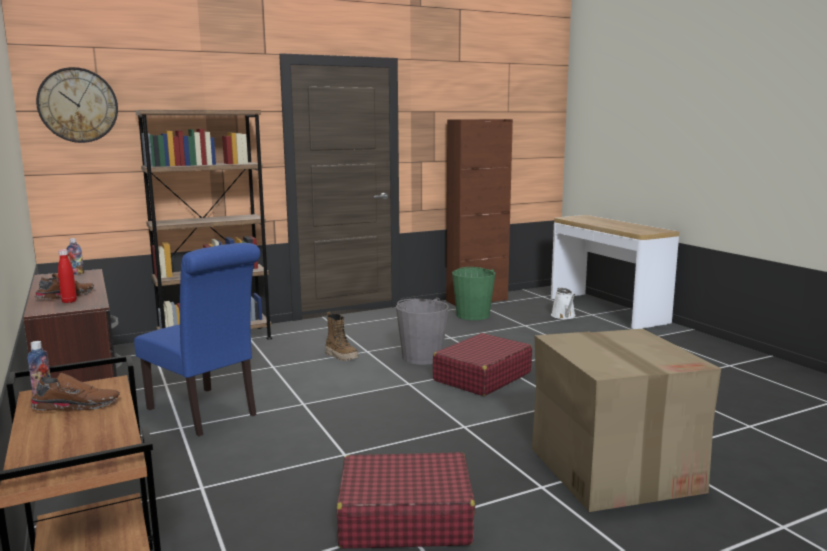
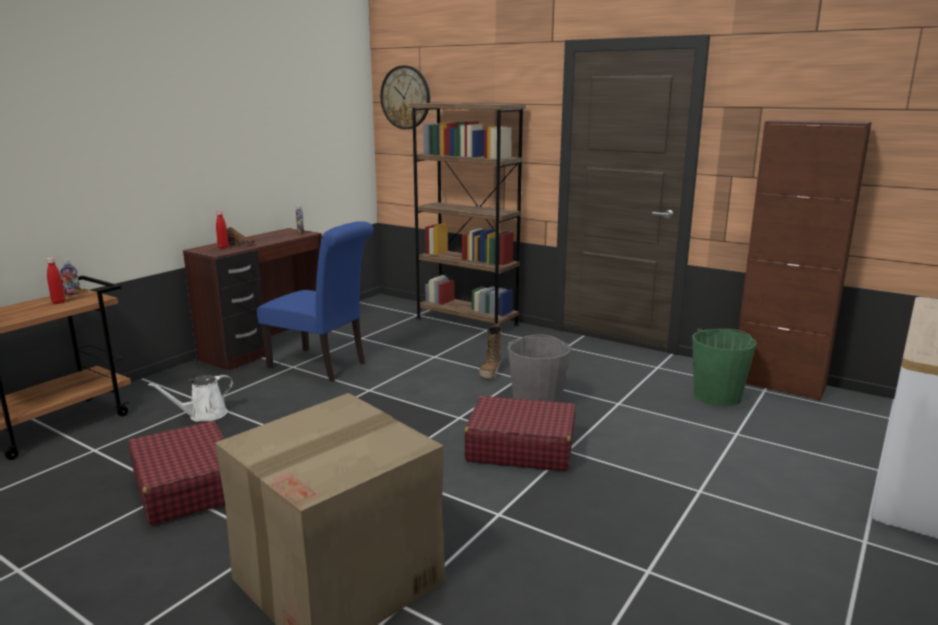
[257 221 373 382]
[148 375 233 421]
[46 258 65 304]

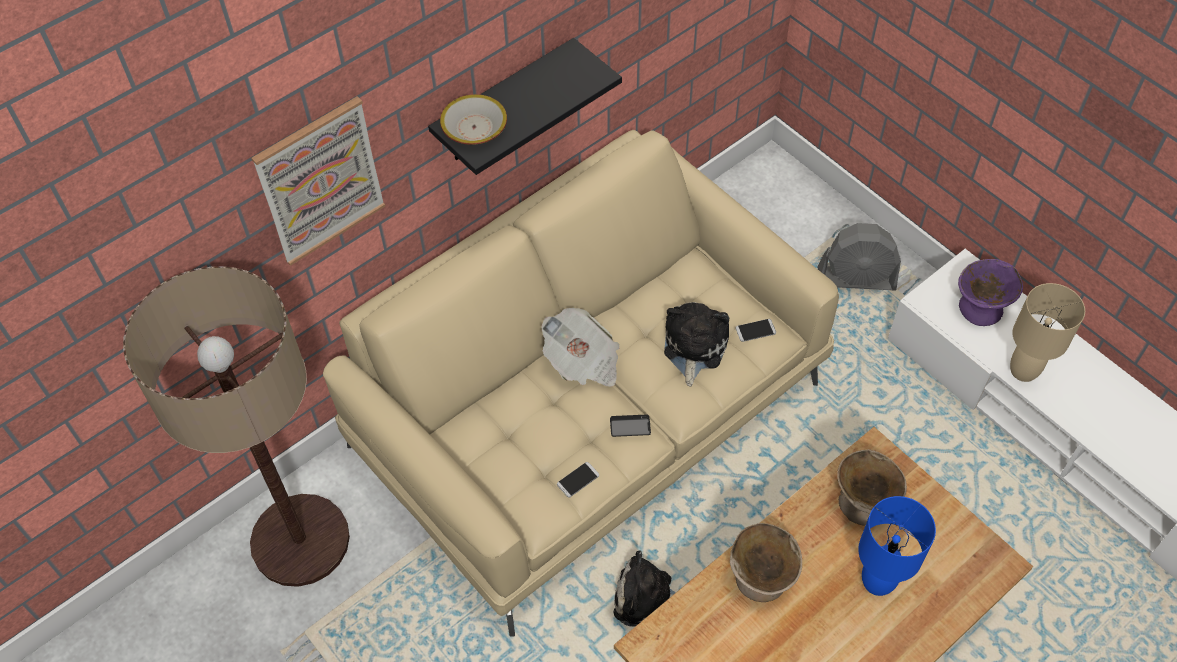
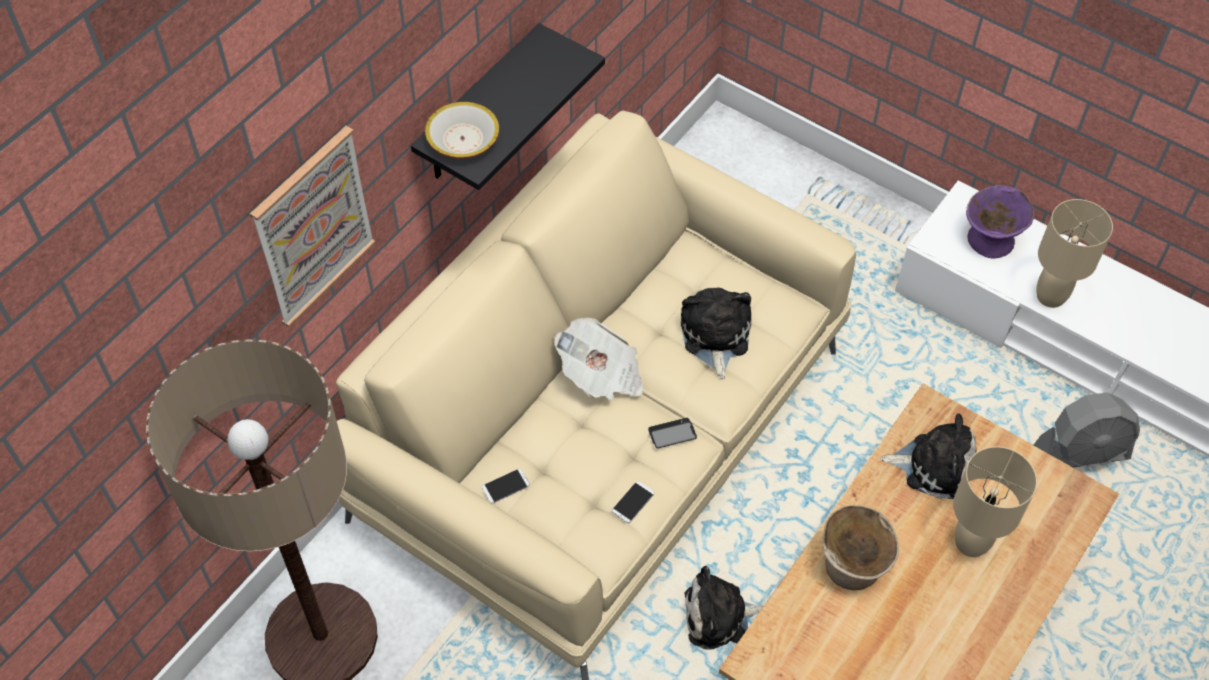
[1034 392 1140 467]
[482 469 530 503]
[880 413 976 499]
[953 446 1037 557]

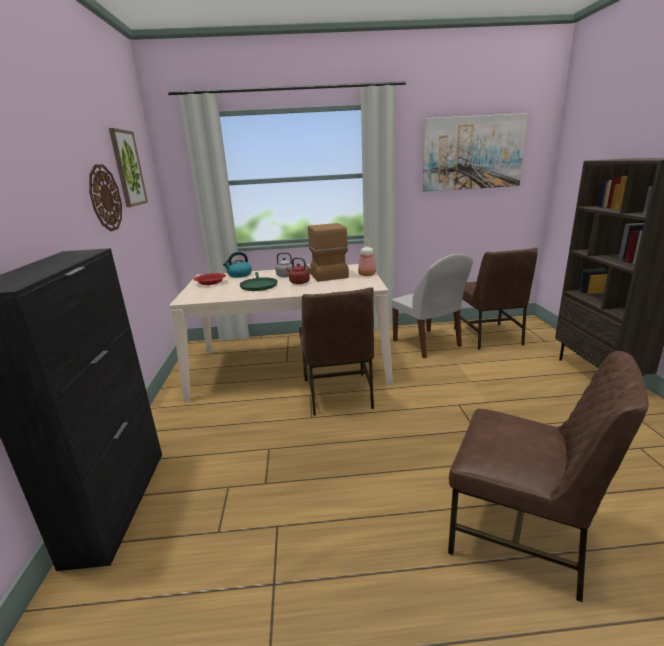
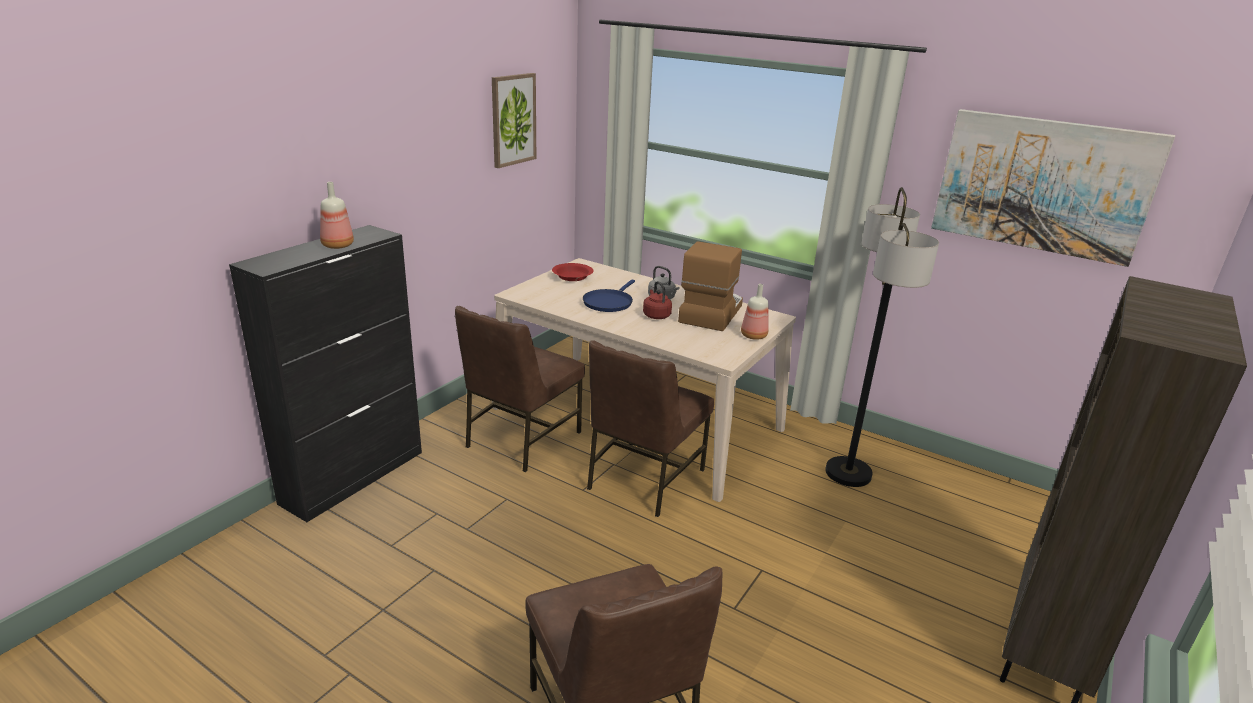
[89 164 122 231] (first image)
[455 306 585 472]
[223 252 252 278] (first image)
[826 187 939 487]
[583 280 635 312]
[320 182 354 249]

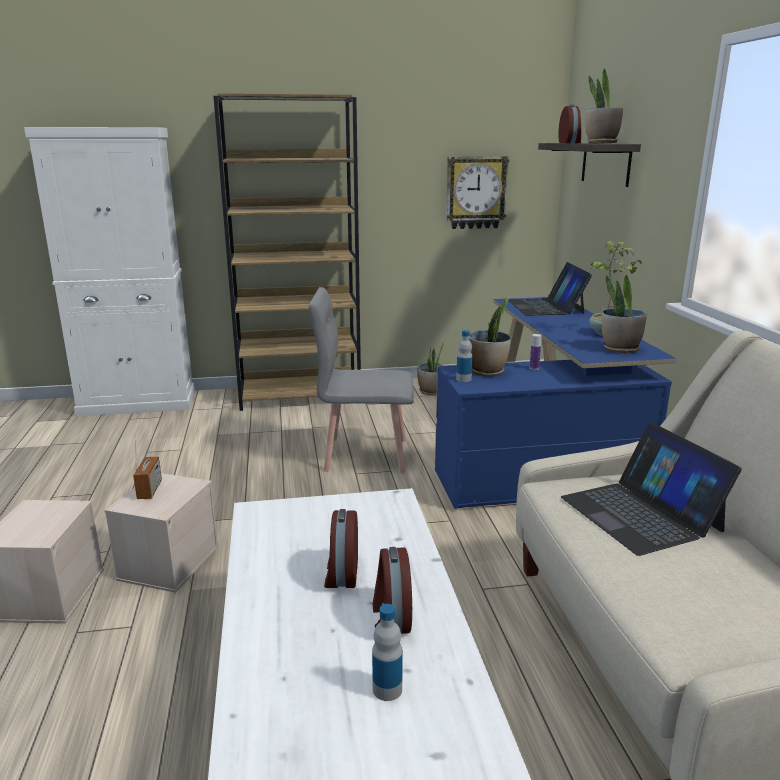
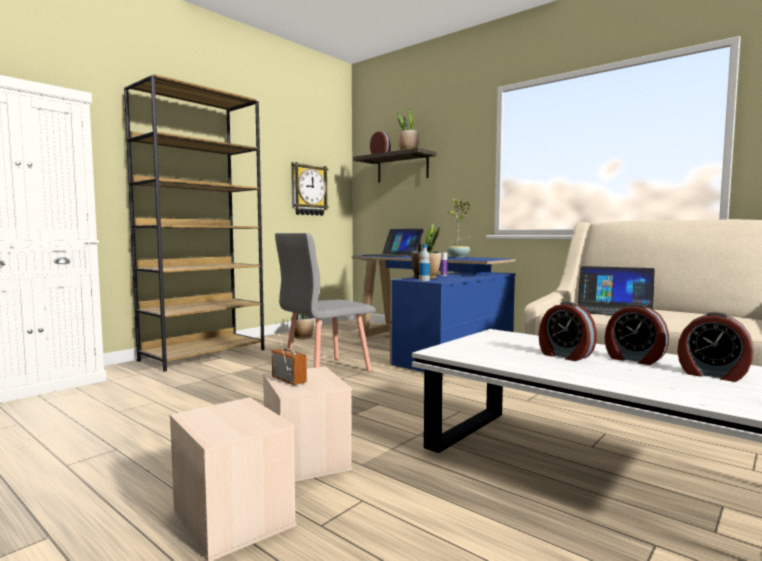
[602 274 647 353] (first image)
[677 312 754 382]

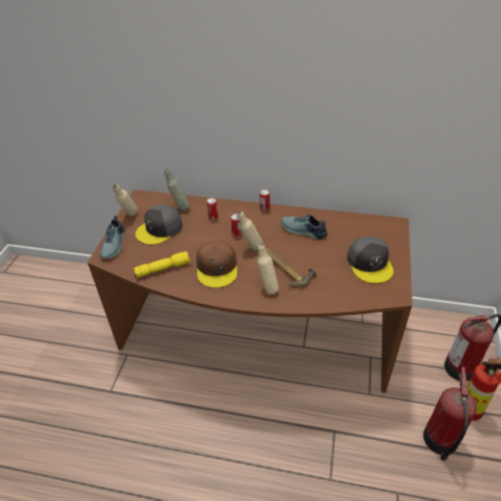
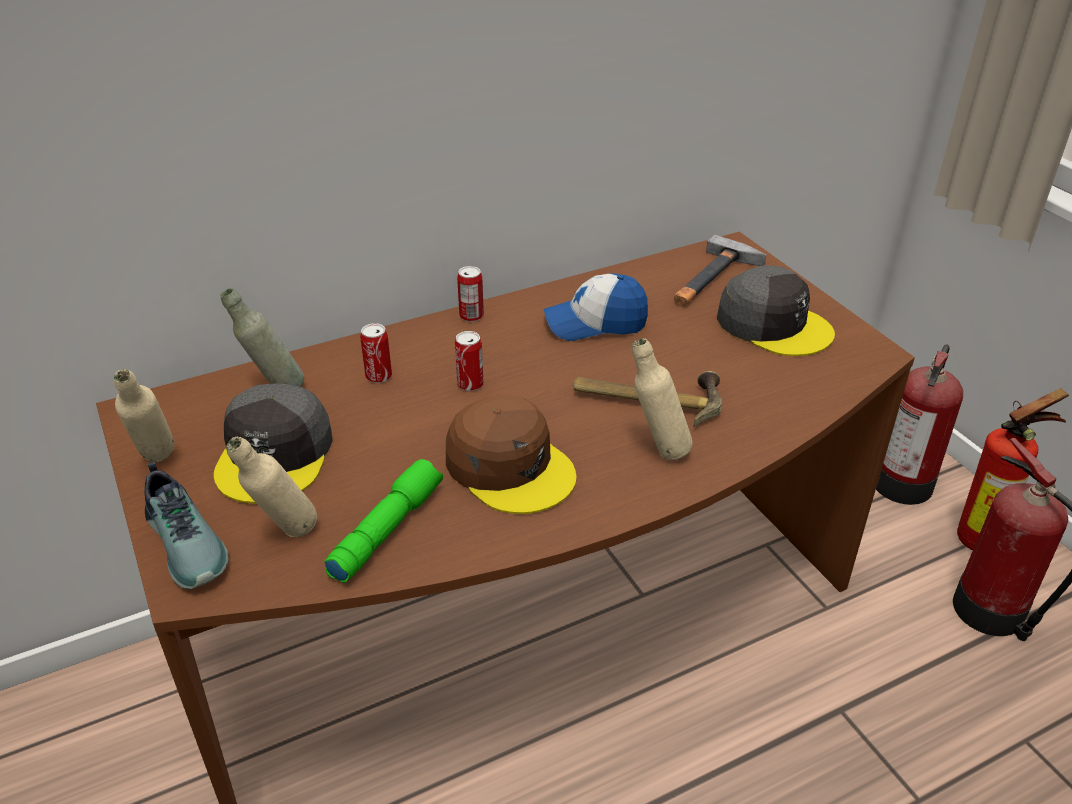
[226 437 317 537]
[544 273 648 341]
[324 459 443 583]
[674 235 766 305]

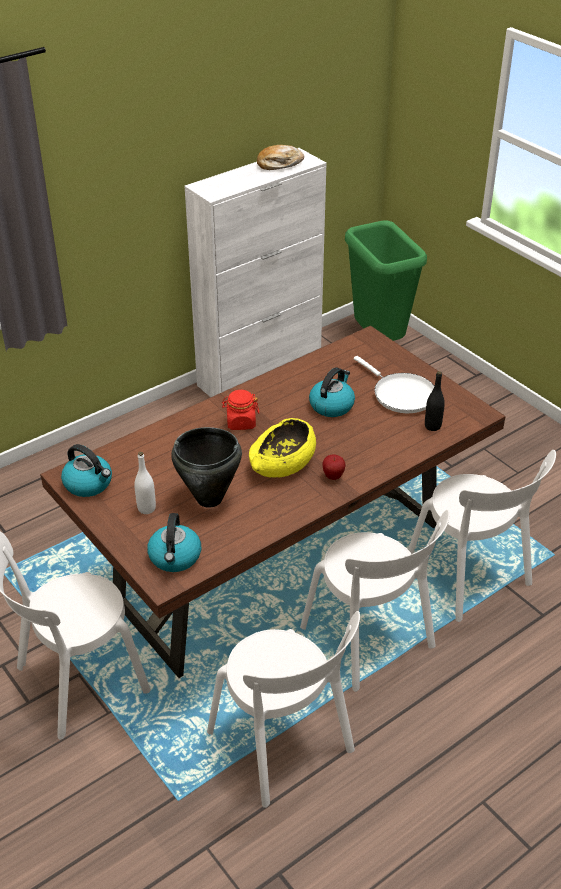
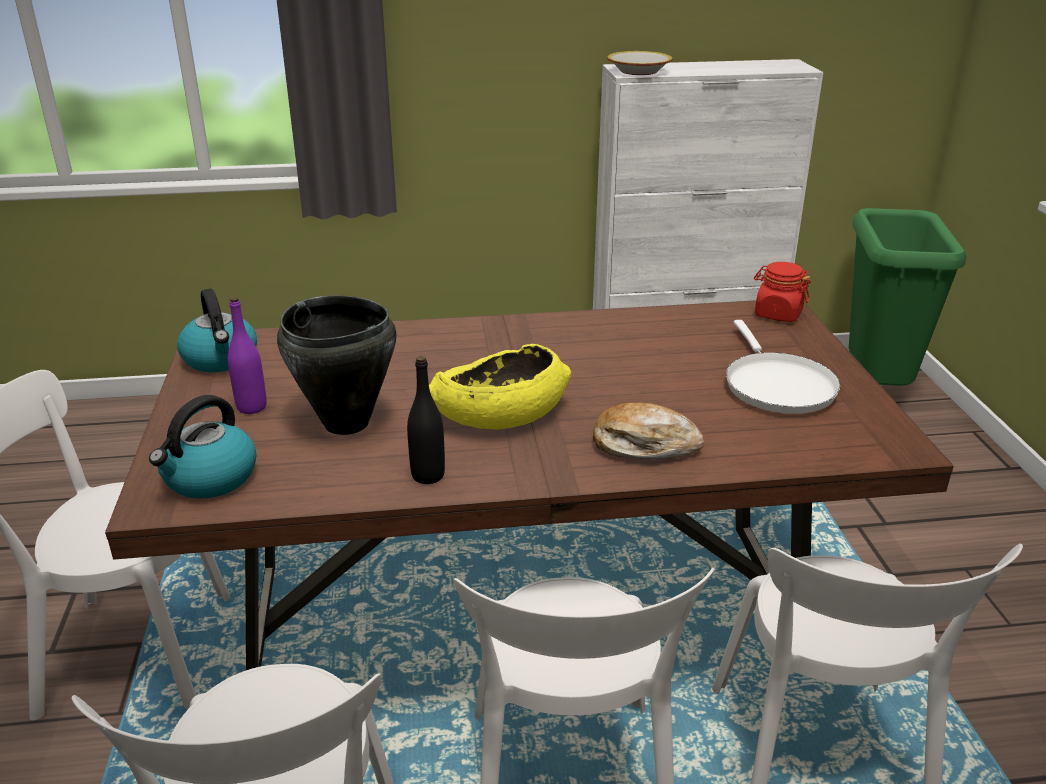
[593 403 704 459]
[309 367 355 417] (first image)
[407 356 445 484]
[754 262 811 322]
[228 297 267 414]
[322 454 345 480] (first image)
[607 51 673 75]

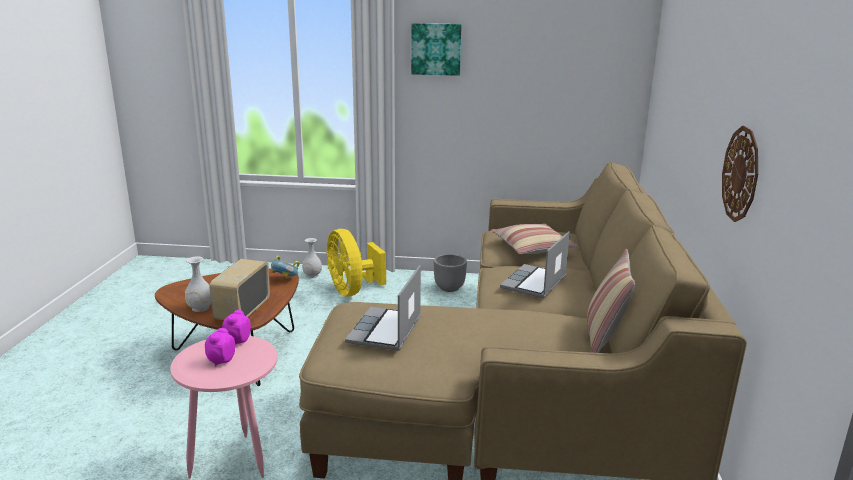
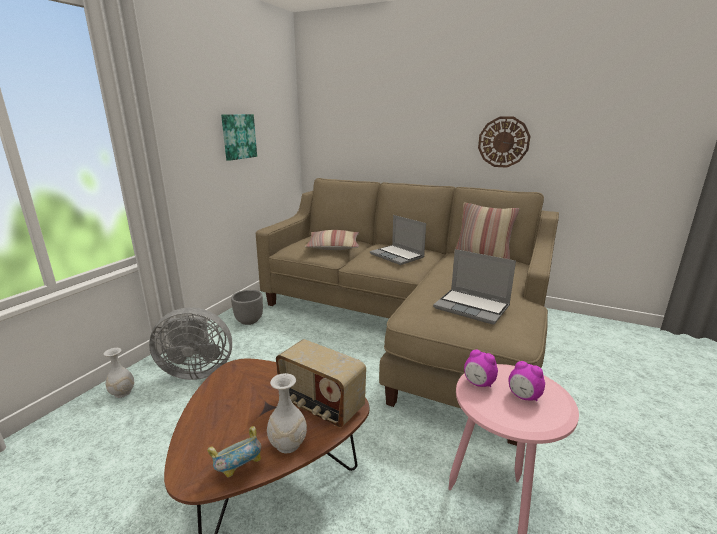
[221 114 257 161]
[149 307 232 380]
[208 426 261 477]

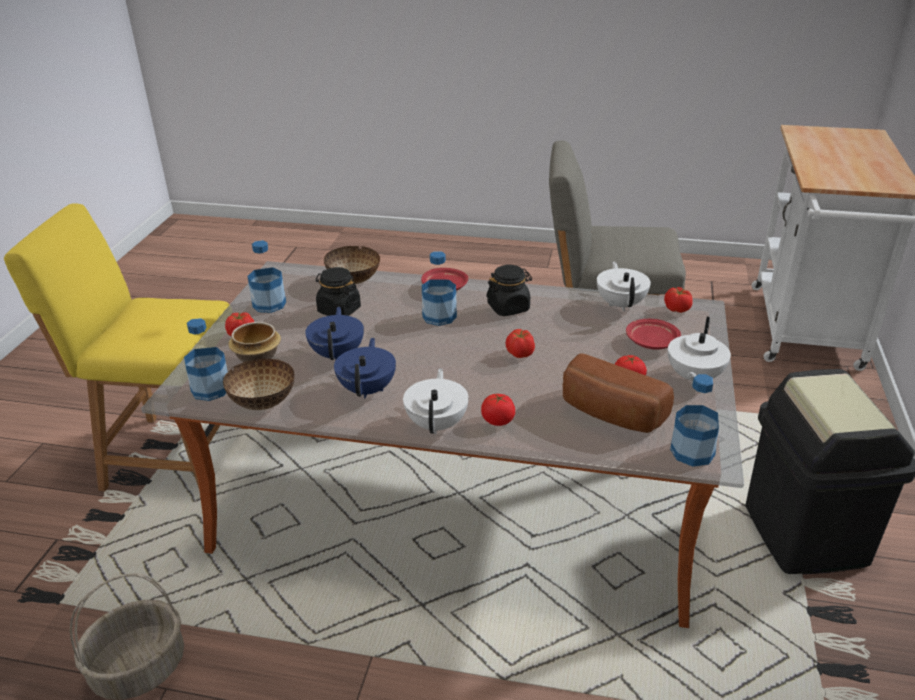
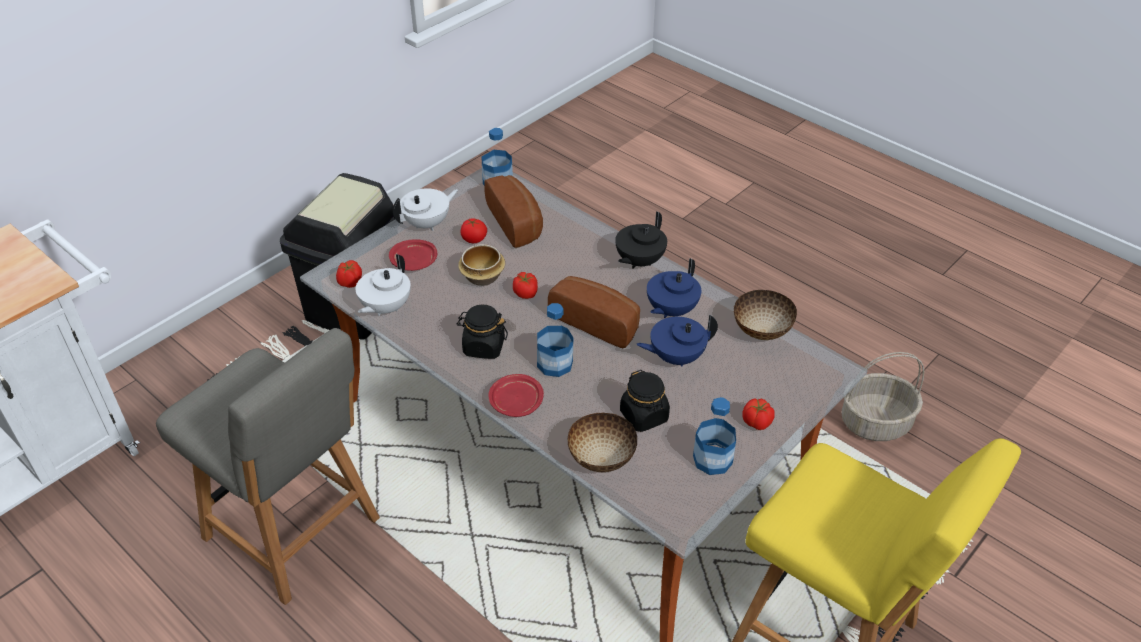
[636 315 718 367]
[184 318 228 401] (first image)
[458 244 505 286]
[615 211 667 268]
[481 394 515 426] (first image)
[548 276 640 348]

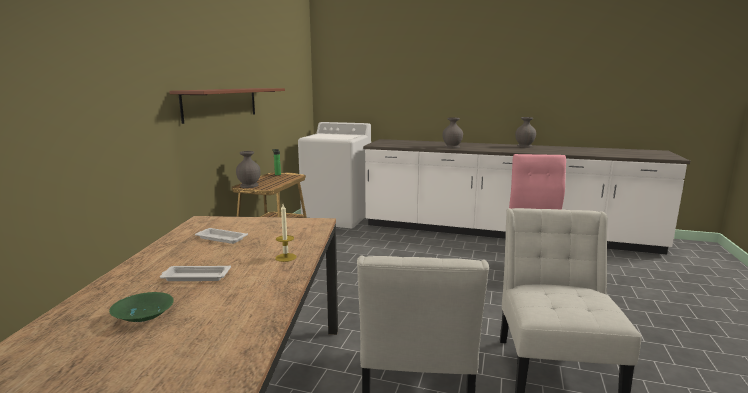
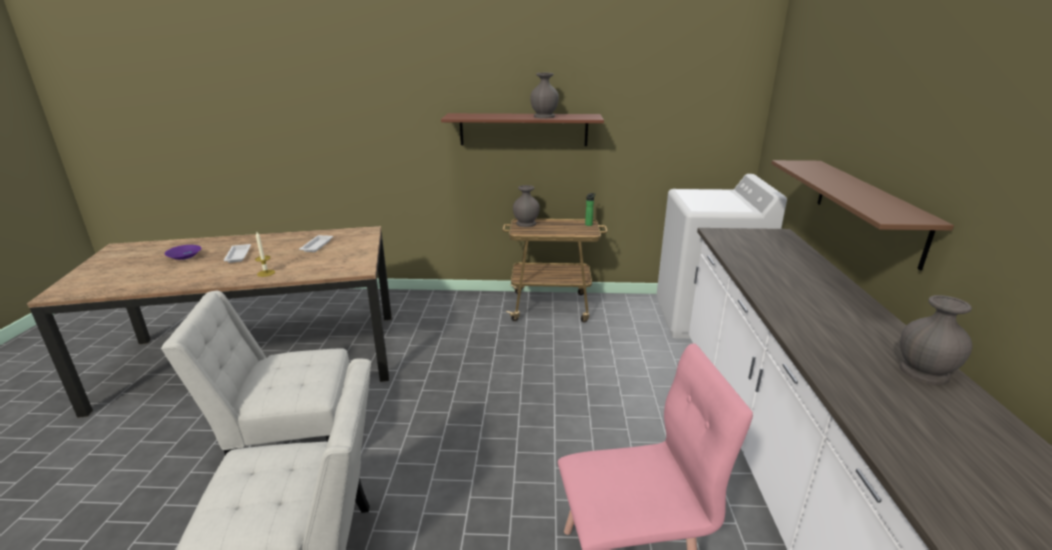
[530 73 559 119]
[165 245 201 260]
[771 160 954 271]

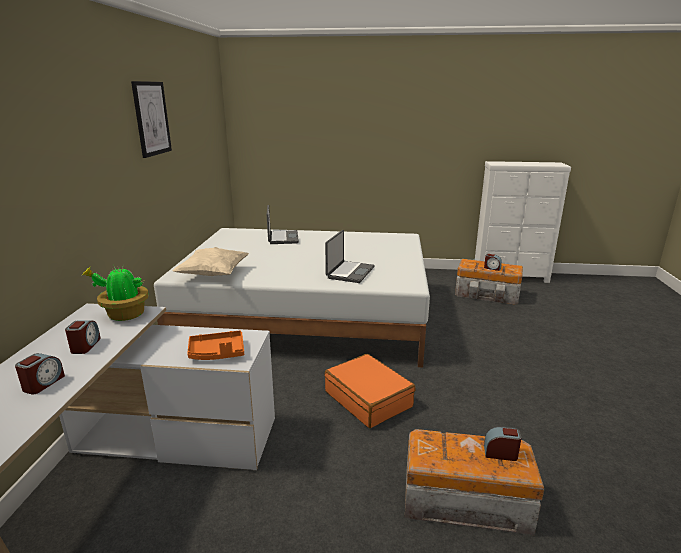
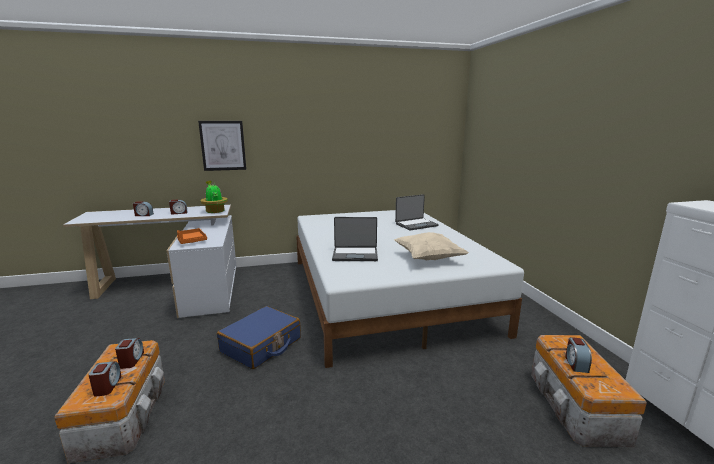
[198 121 246 171]
[394 232 469 260]
[217 306 301 369]
[115 338 144 369]

